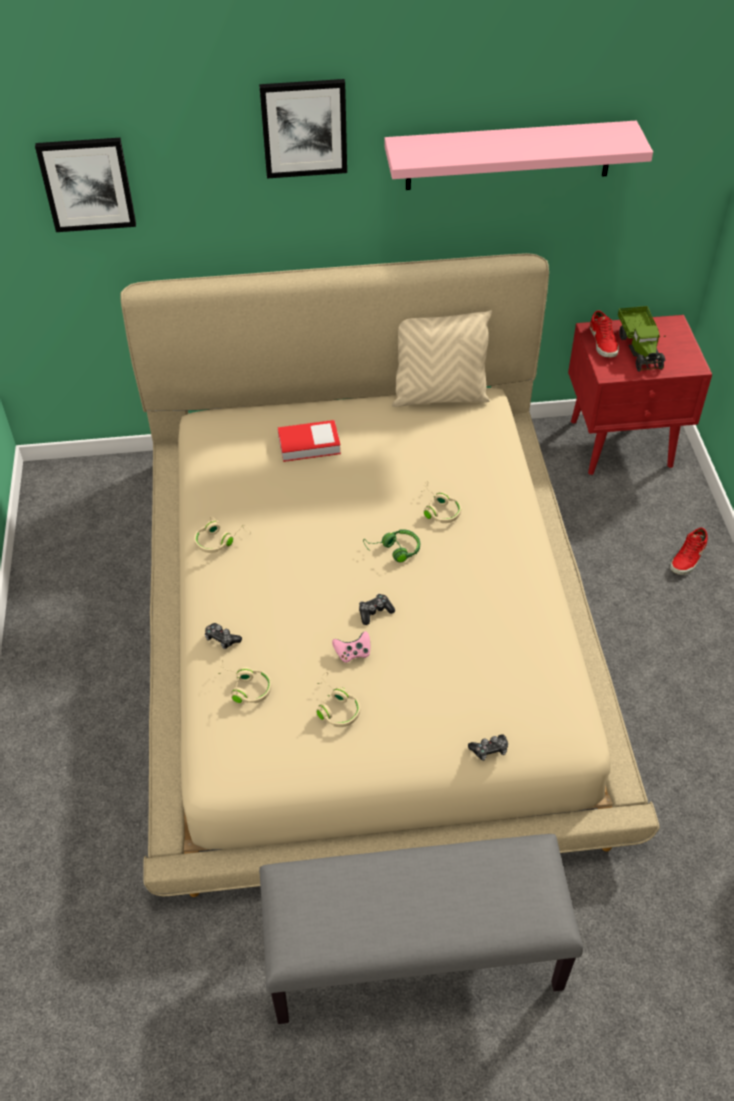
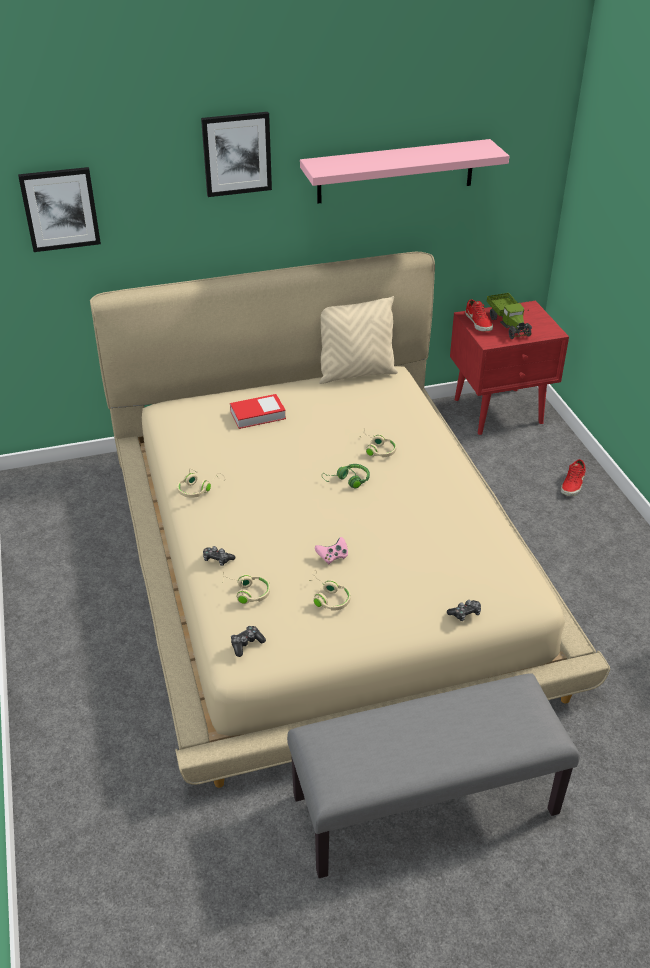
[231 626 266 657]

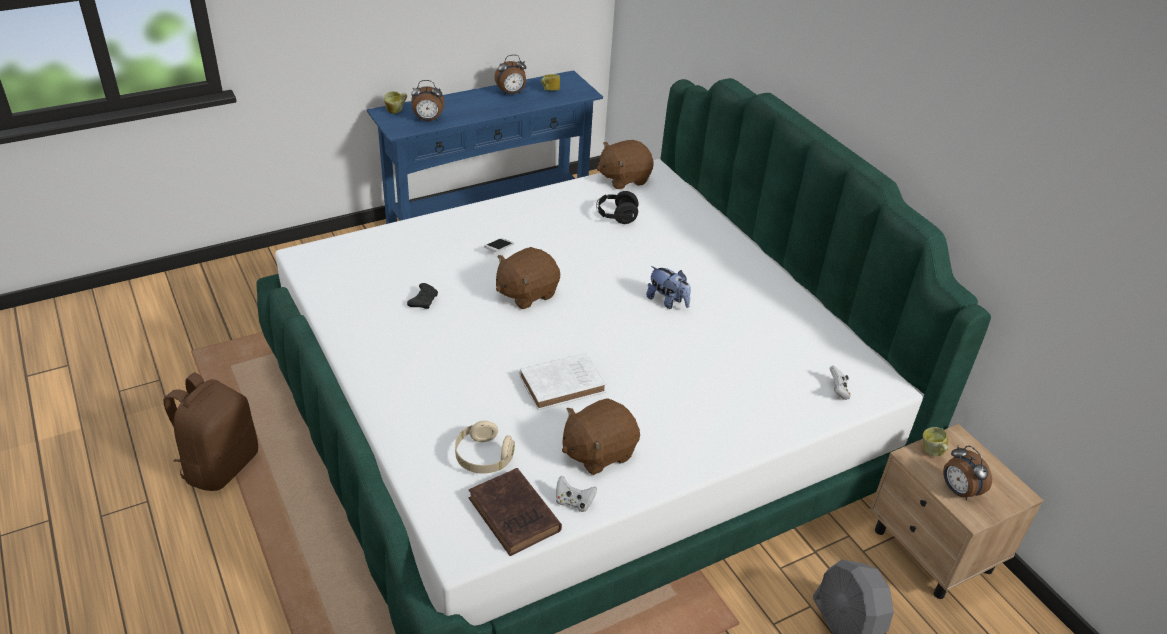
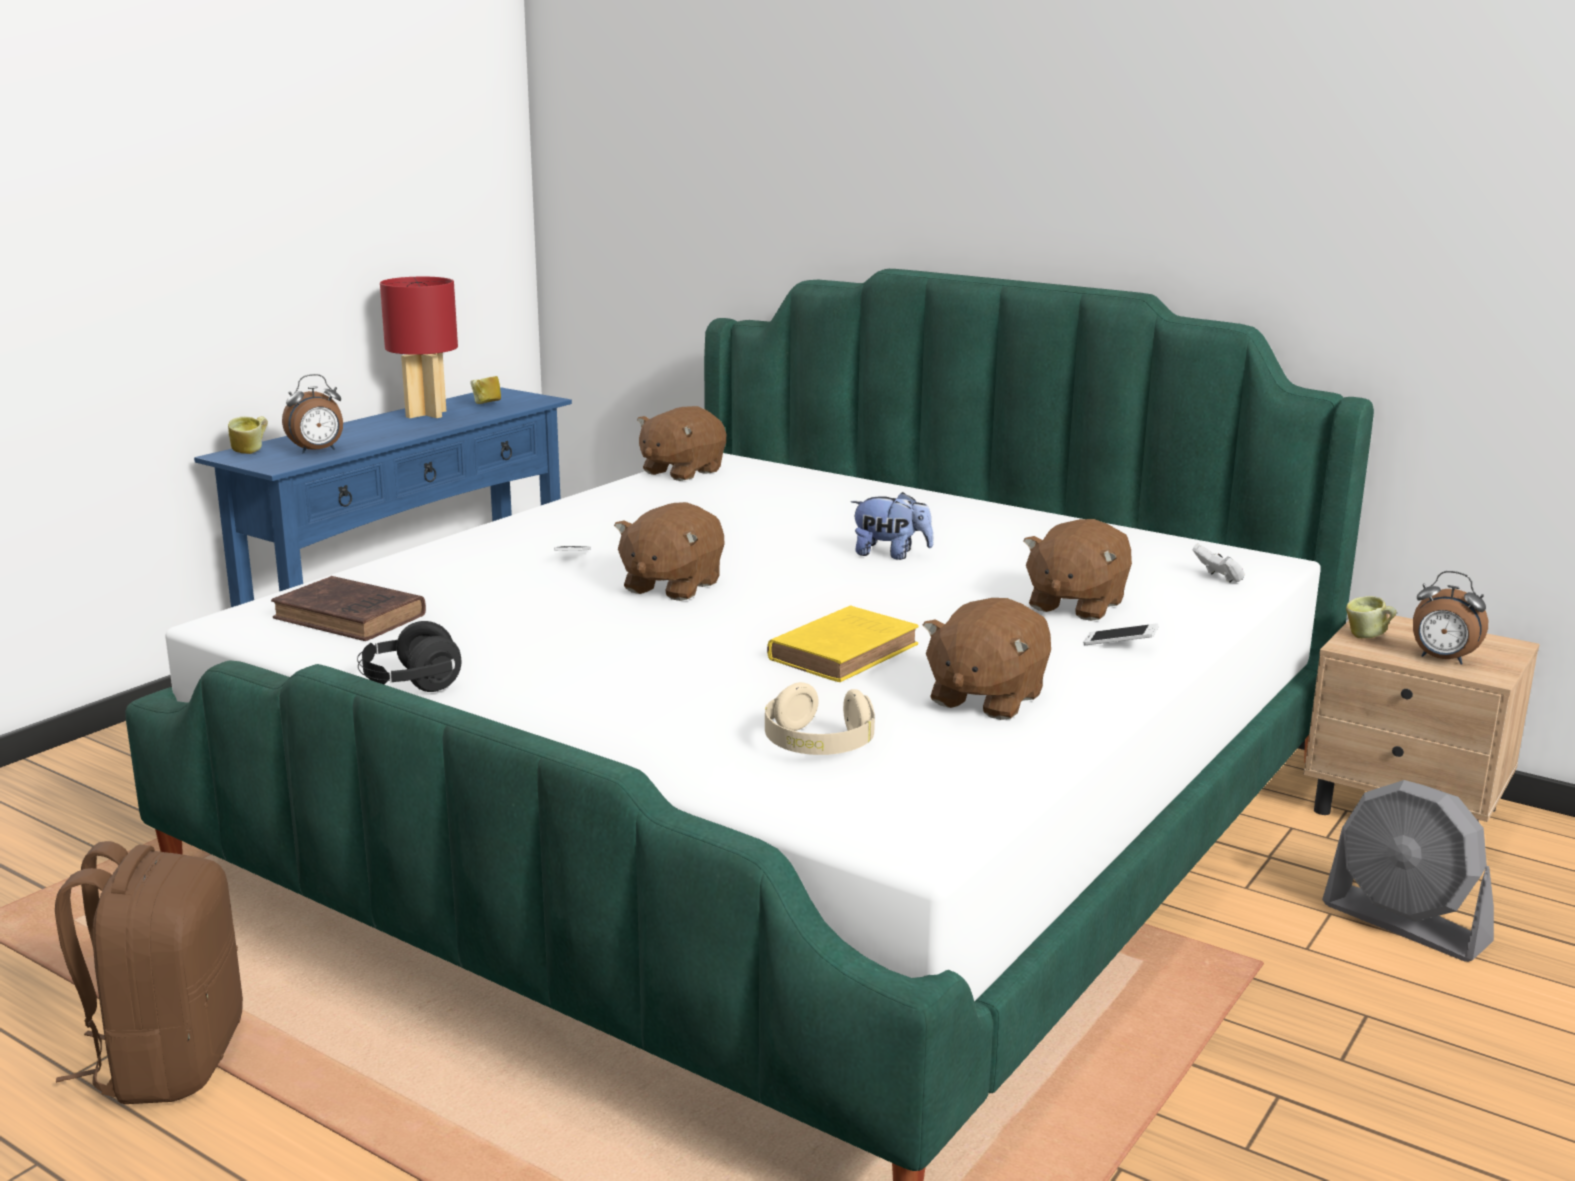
[380 277 458 418]
[357 621 462 692]
[407 283 438 309] (first image)
[767 605 919 682]
[271 576 426 641]
[556 476 597 512] (first image)
[1023 519 1132 621]
[1083 623 1159 645]

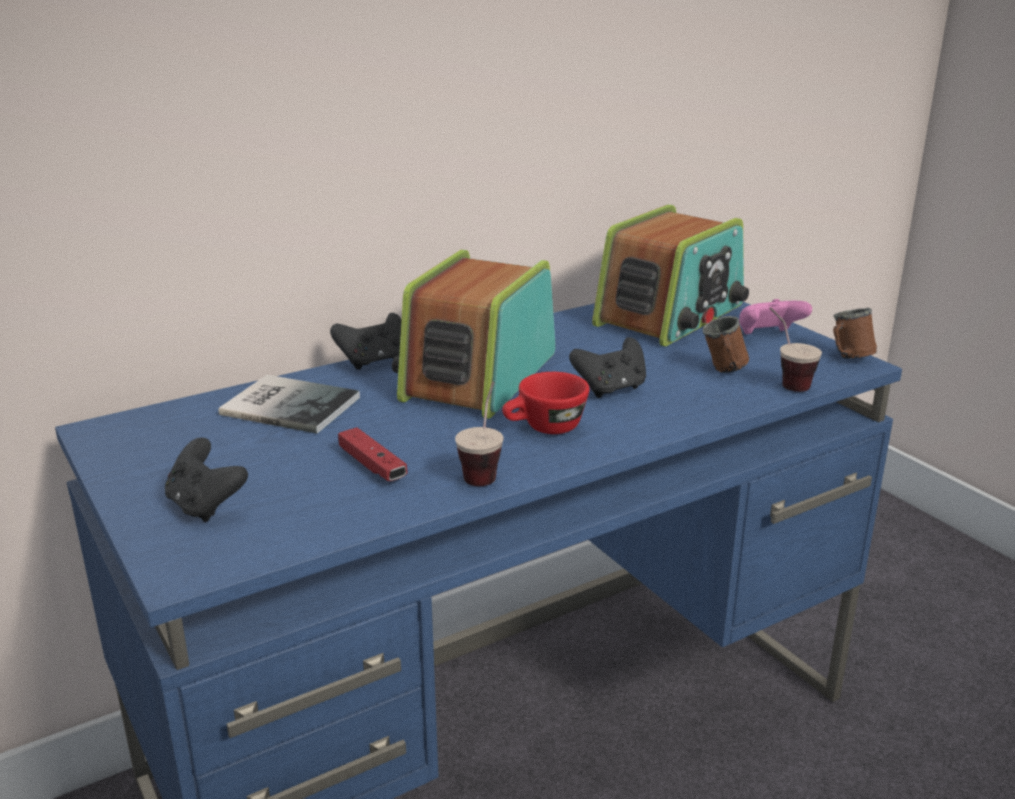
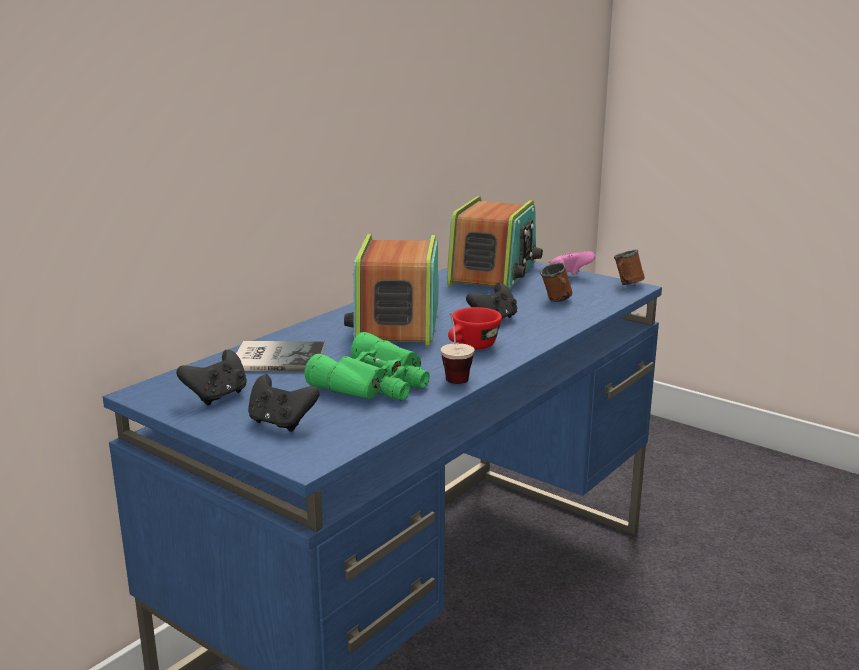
[769 307 822 392] (first image)
[176 350 247 405]
[304 332 430 401]

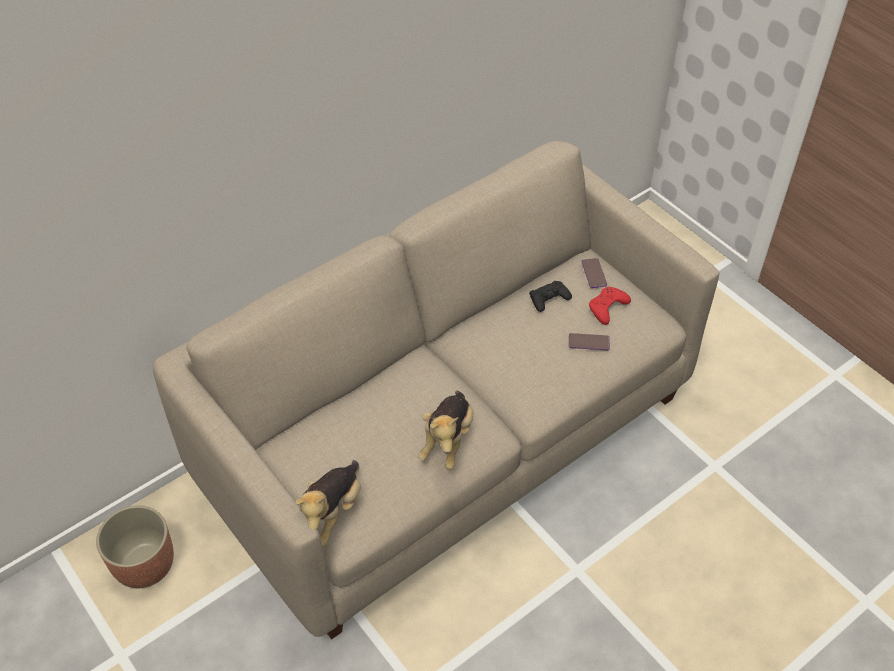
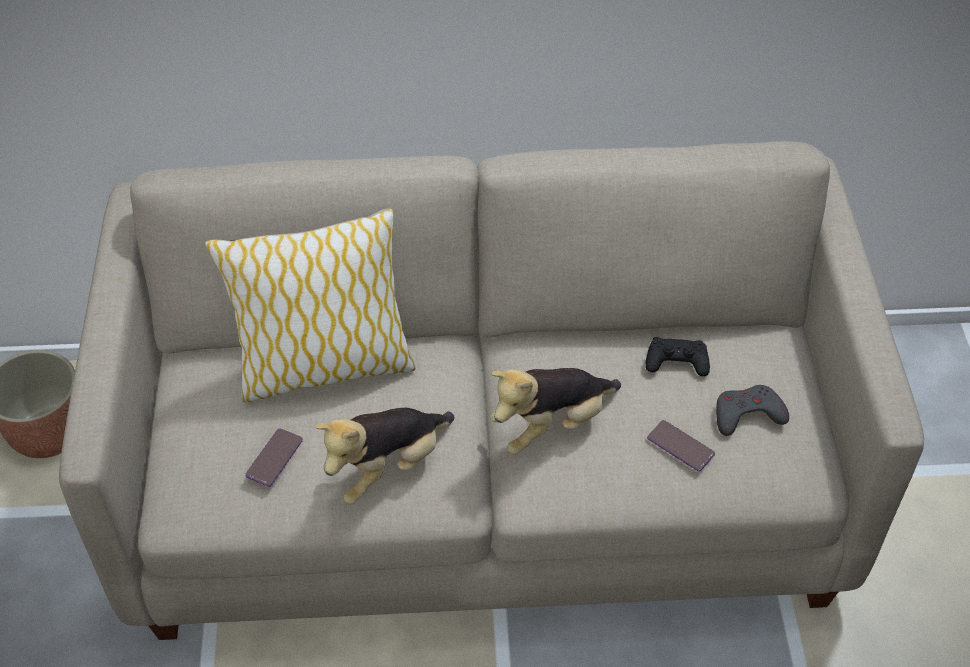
[245 428 303 487]
[716 385 789 436]
[491 368 621 455]
[205 208 416 403]

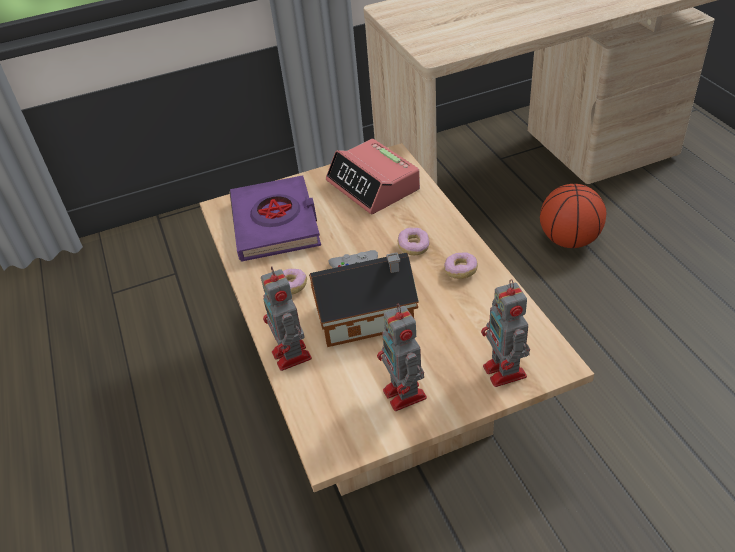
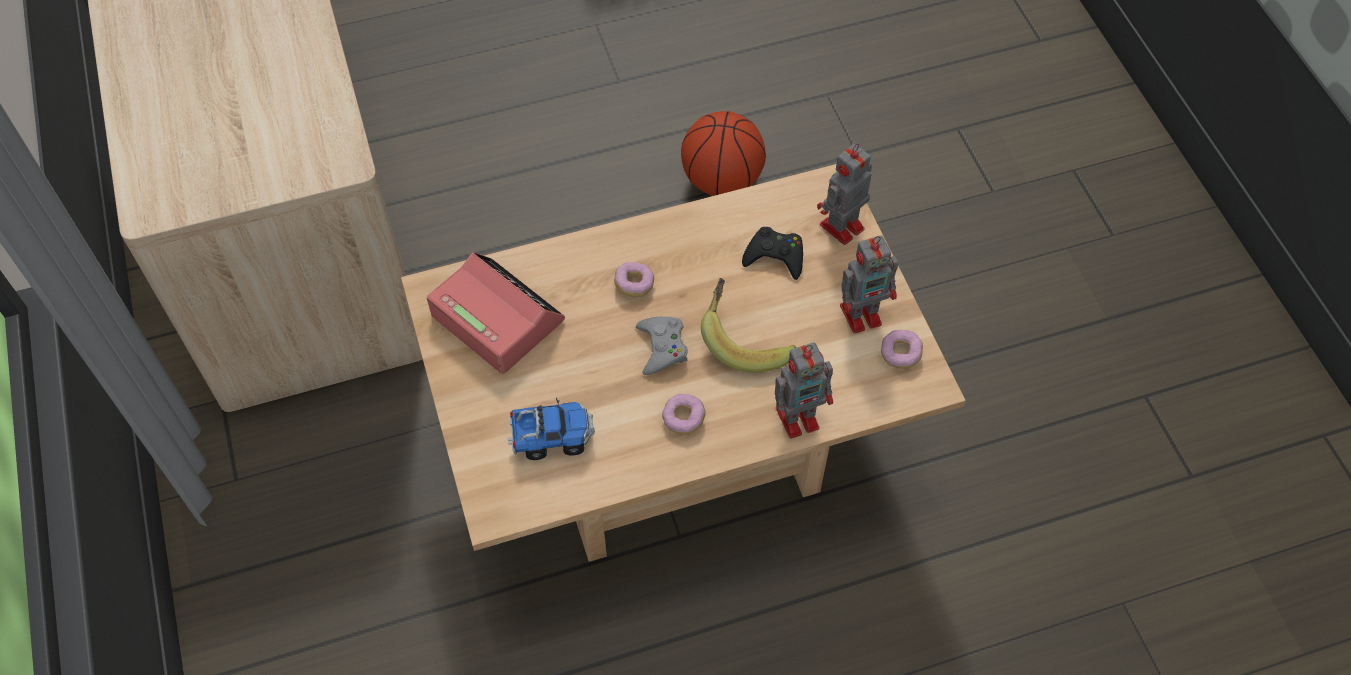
[427 252 565 374]
[508 398 595 460]
[681 111 766 196]
[701 278 796 372]
[881 330 923 369]
[817 144 872 245]
[742 227 803 280]

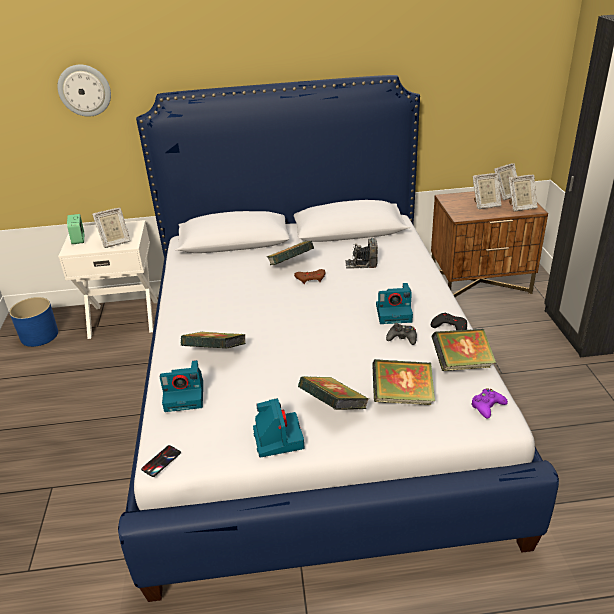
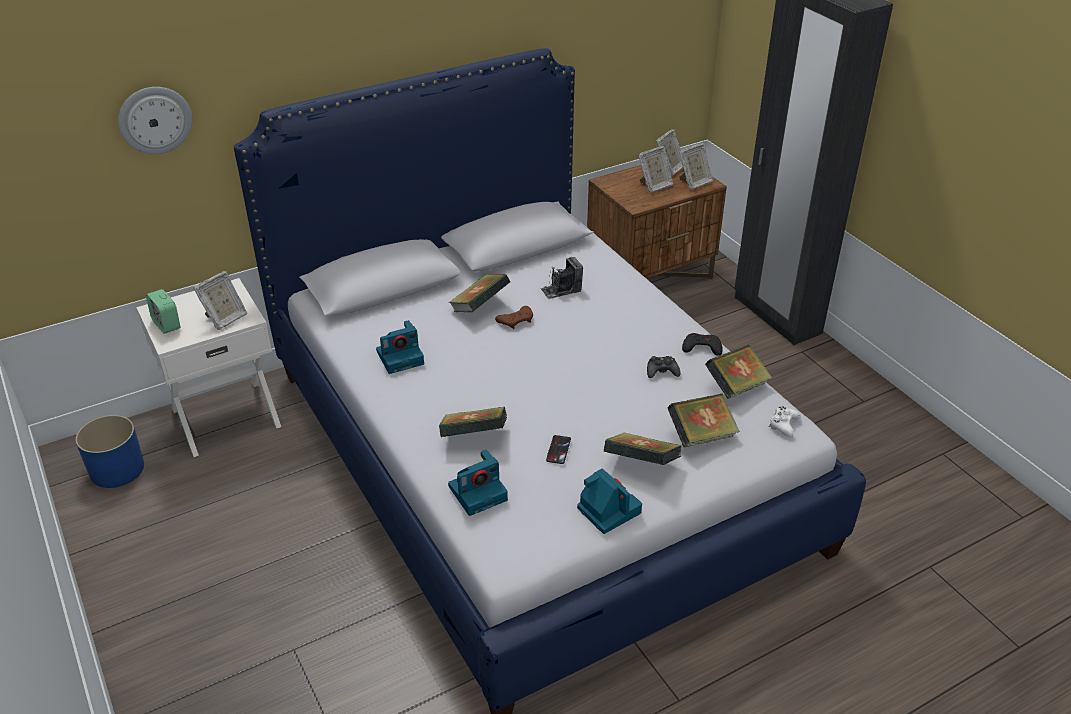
[376 320 424 374]
[769 406 801 437]
[546 435 571 464]

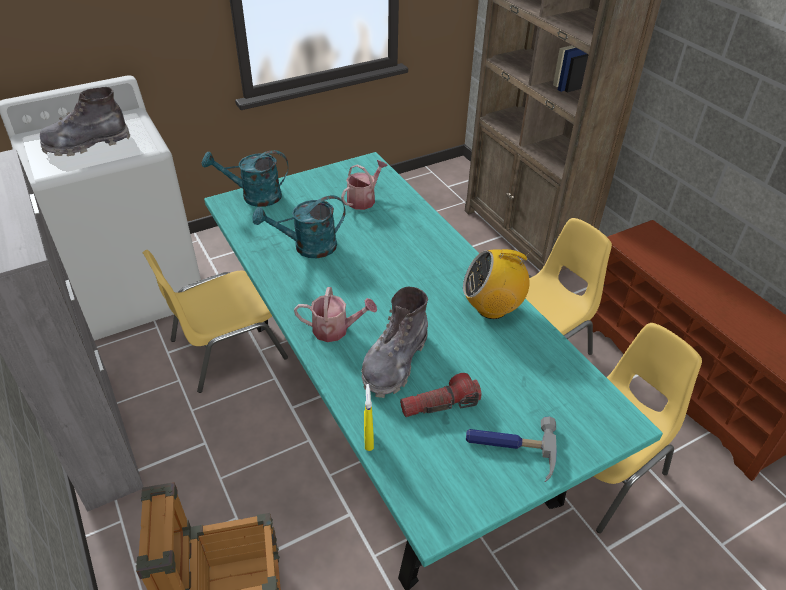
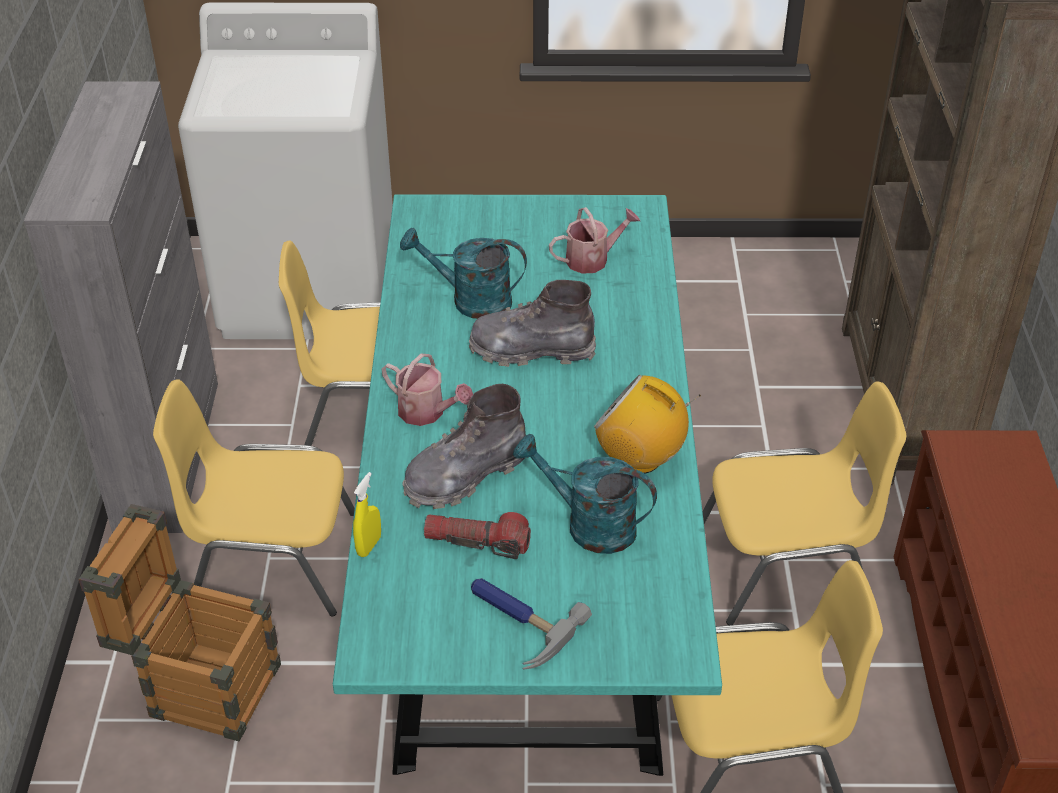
[469 280 596 367]
[513 434 657 554]
[153 379 355 617]

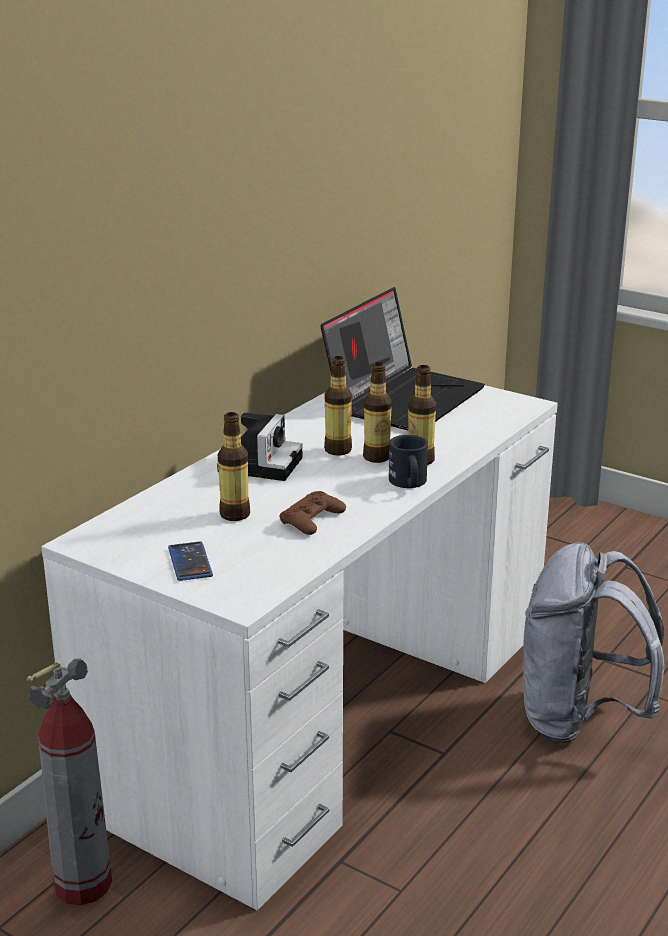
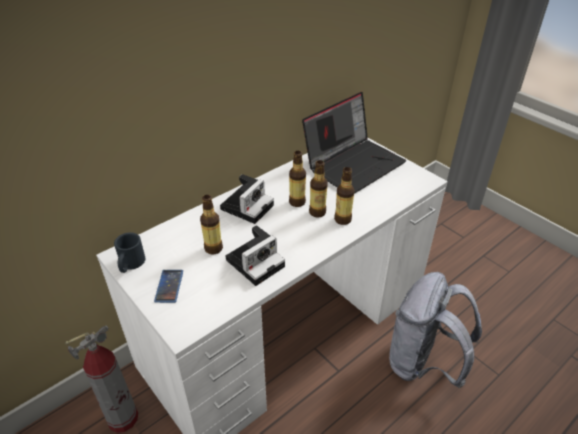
[114 232 145 273]
[226 225 285 286]

